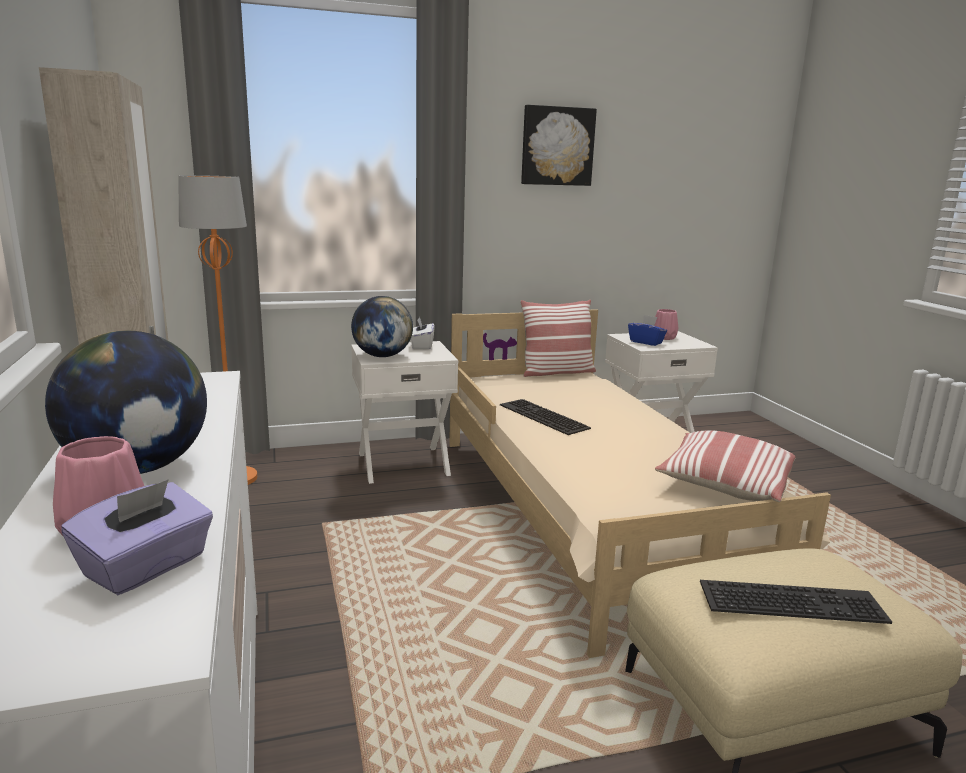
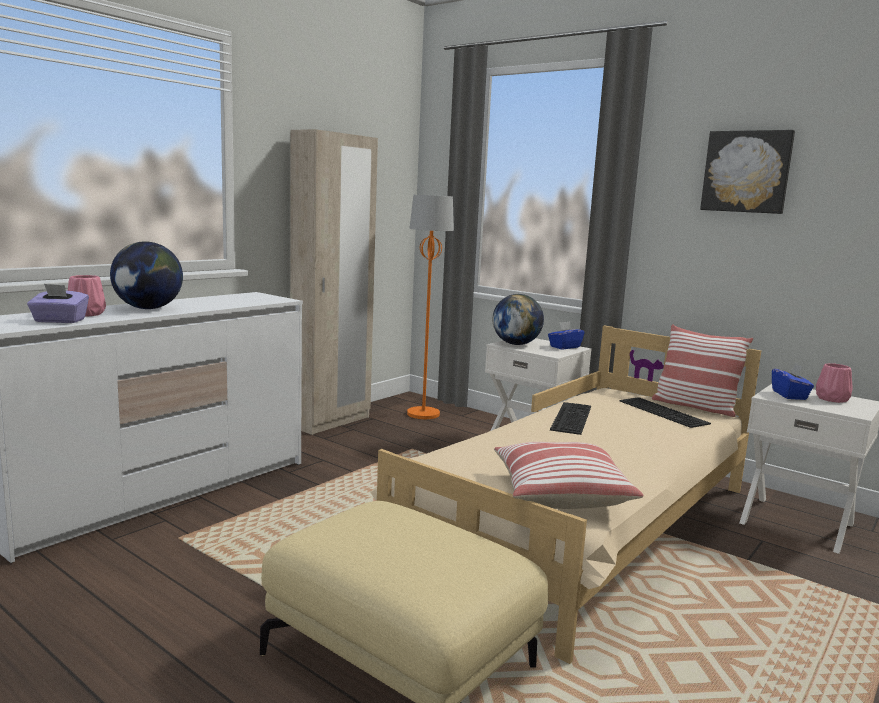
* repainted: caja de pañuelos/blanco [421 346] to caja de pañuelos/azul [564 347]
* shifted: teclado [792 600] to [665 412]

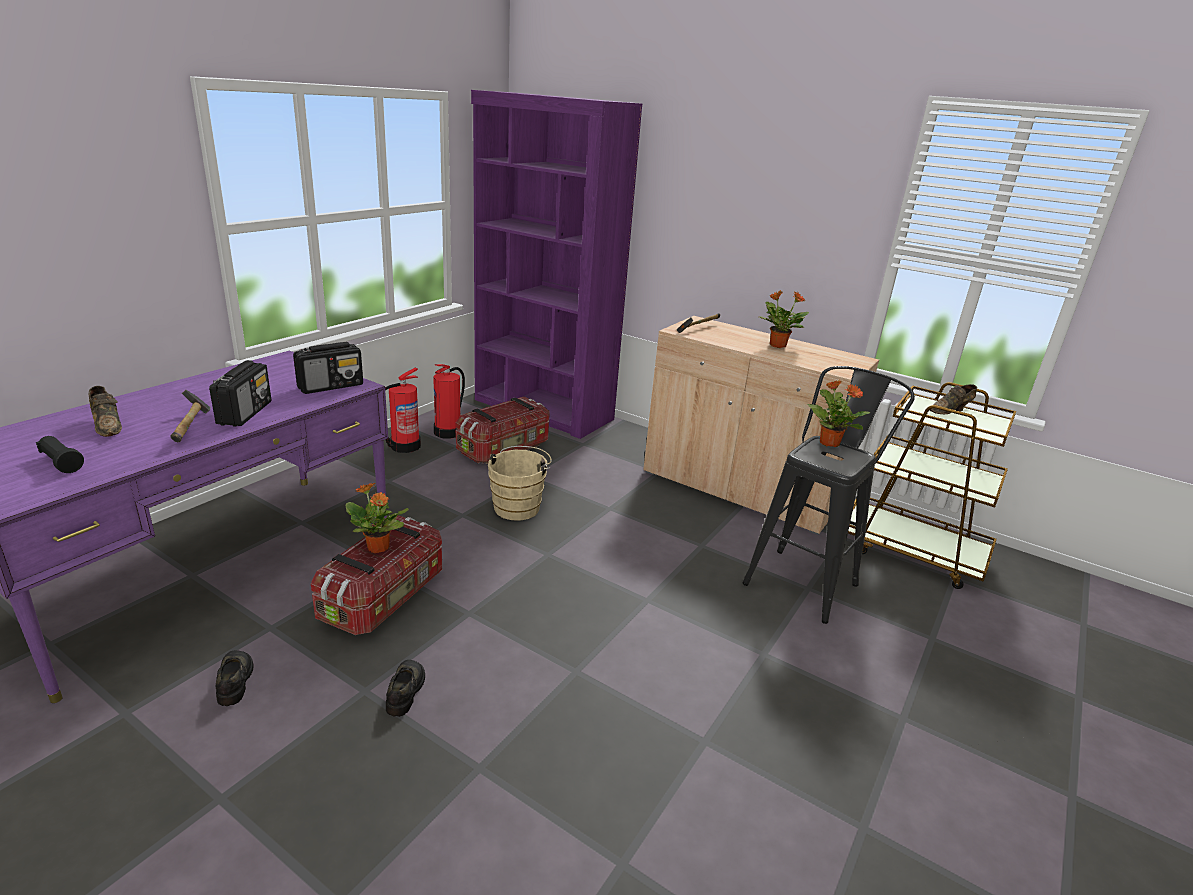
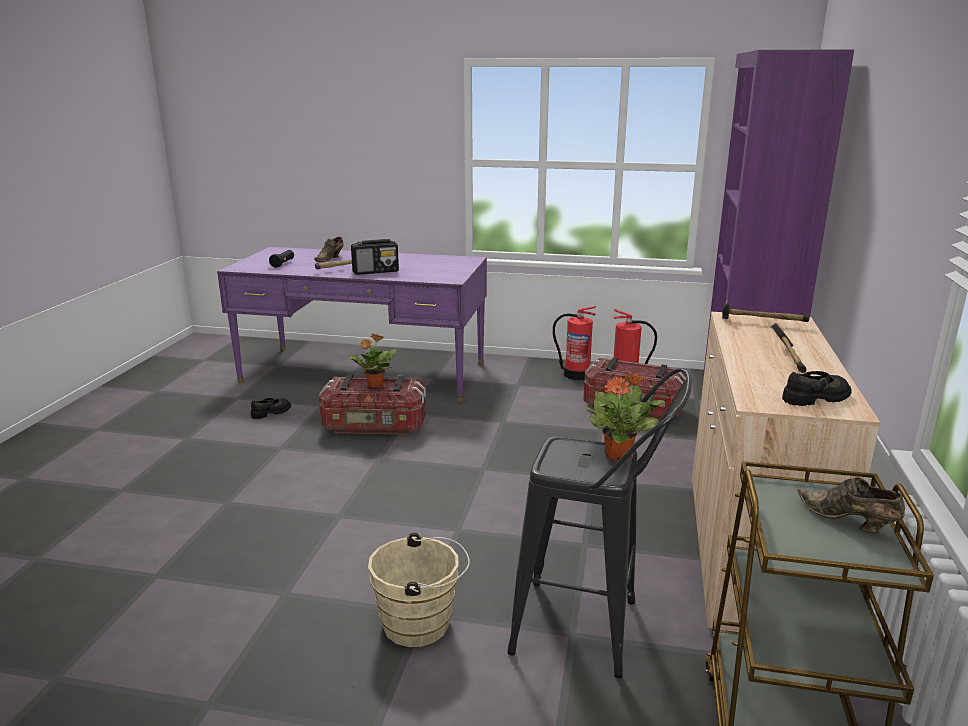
* shifted: cubo/beis [519 506] to [422 624]
* swapped: planta en maceta [777 345] to martillo [789 361]
* shifted: zapato/negro [405 691] to [817 398]
* gone: radio [331 386]

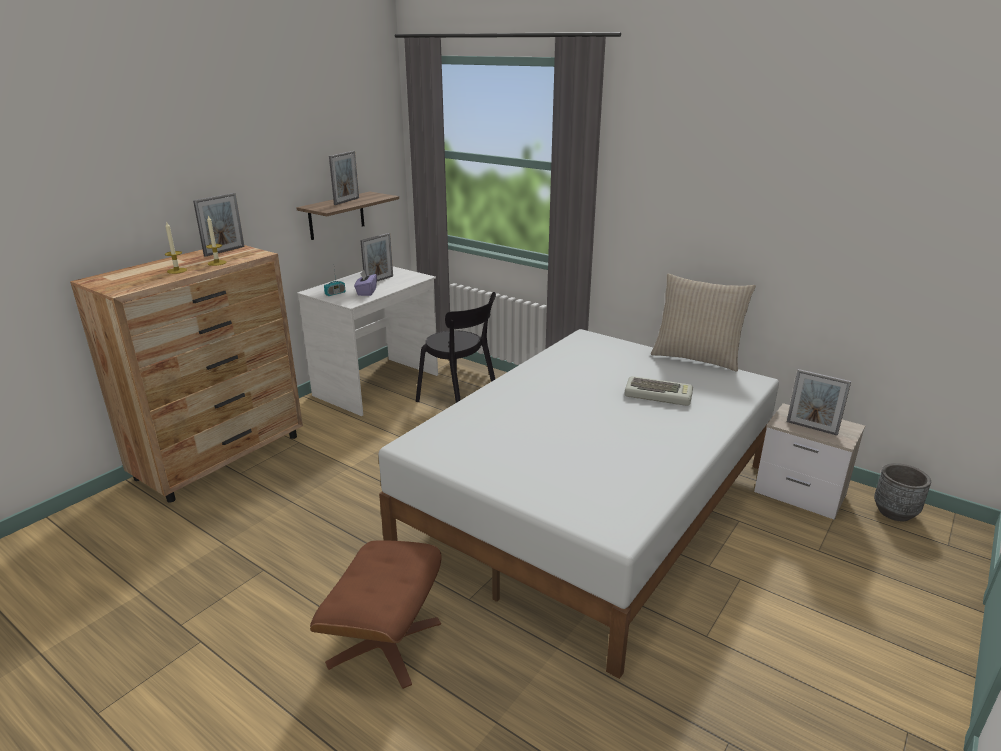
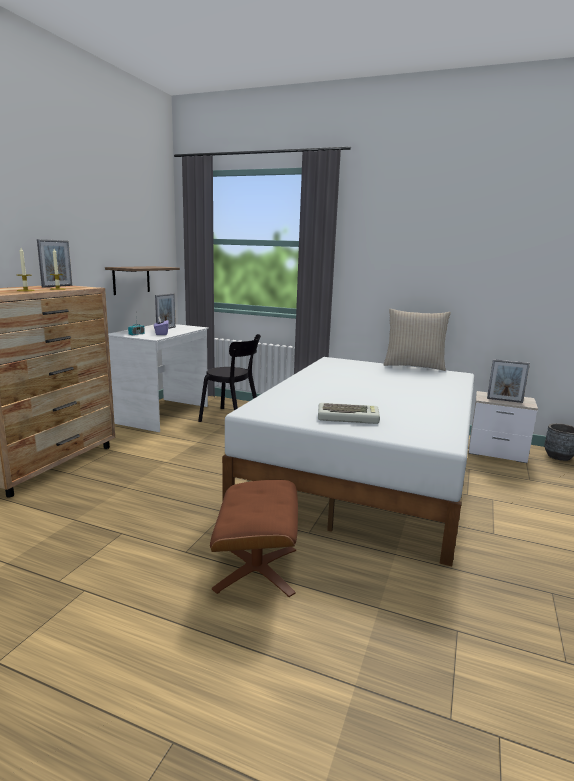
* shifted: teclado [658 395] to [348 418]
* gone: portarretratos [346 201]

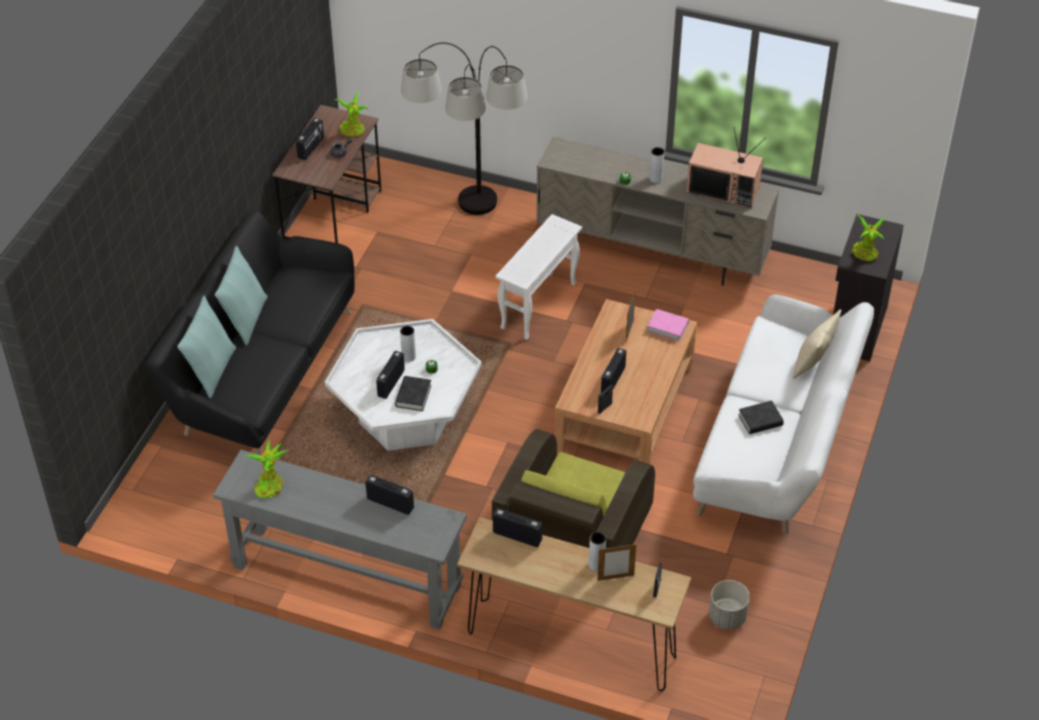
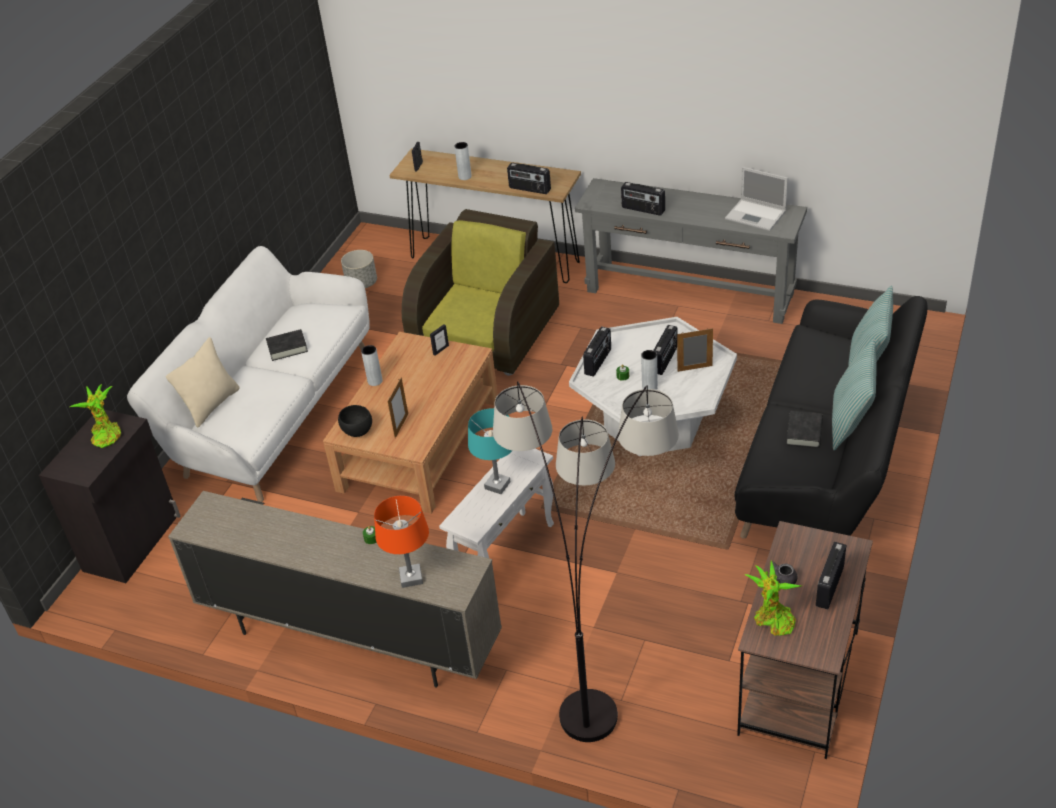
* swapped: libro/rosa [667 327] to cuenco/negro [357 432]
* shifted: florero/gris [655 178] to [375 381]
* new: lámpara de mesa/naranja [411 577]
* new: lámpara de mesa/turquesa [497 485]
* shifted: radio [612 380] to [598 362]
* shifted: portarretratos [615 577] to [694 368]
* swapped: planta en maceta [269 485] to portátil [756 215]
* shifted: libro/negro [413 396] to [804 432]
* gone: televisor [724 190]

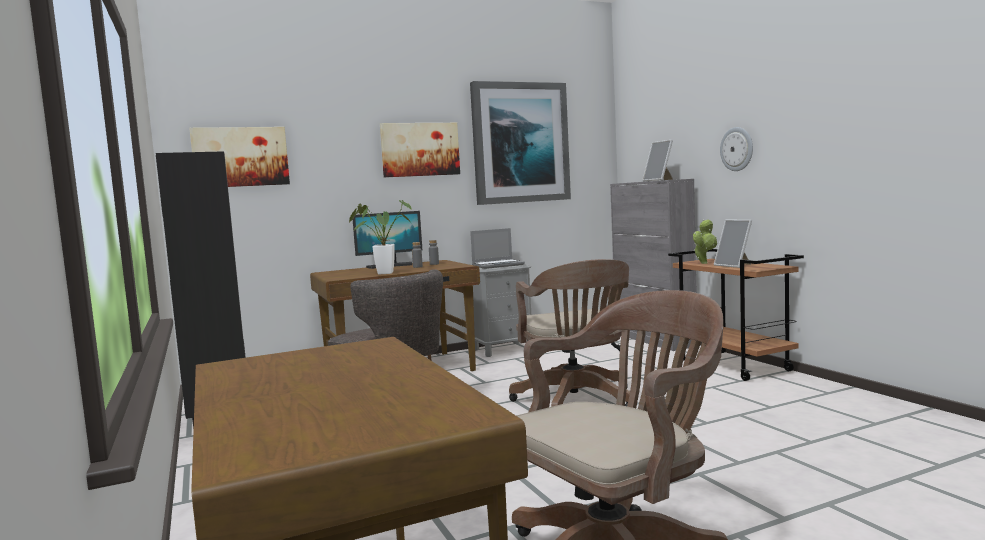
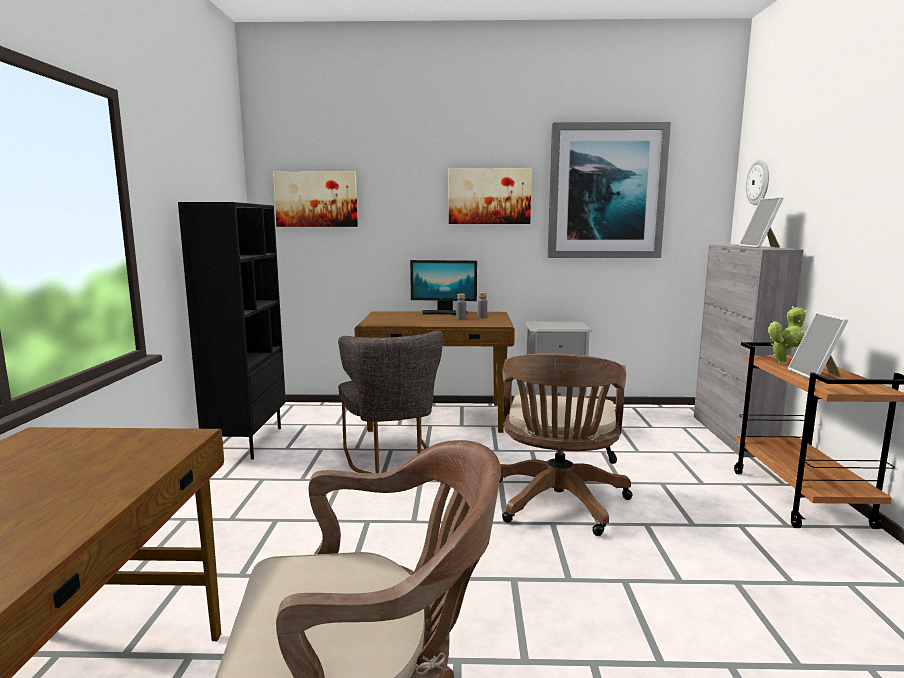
* shifted: reloj de pared [737 149] to [758 182]
* gone: planta en maceta [381 273]
* gone: portátil [498 265]

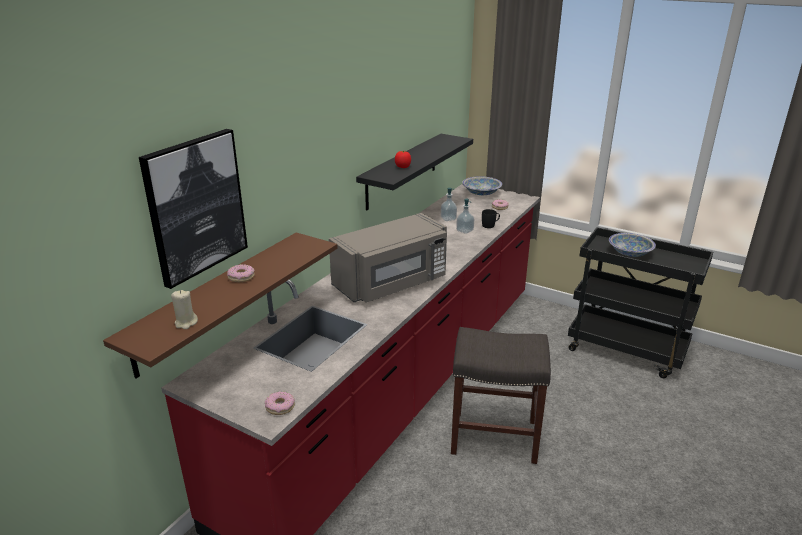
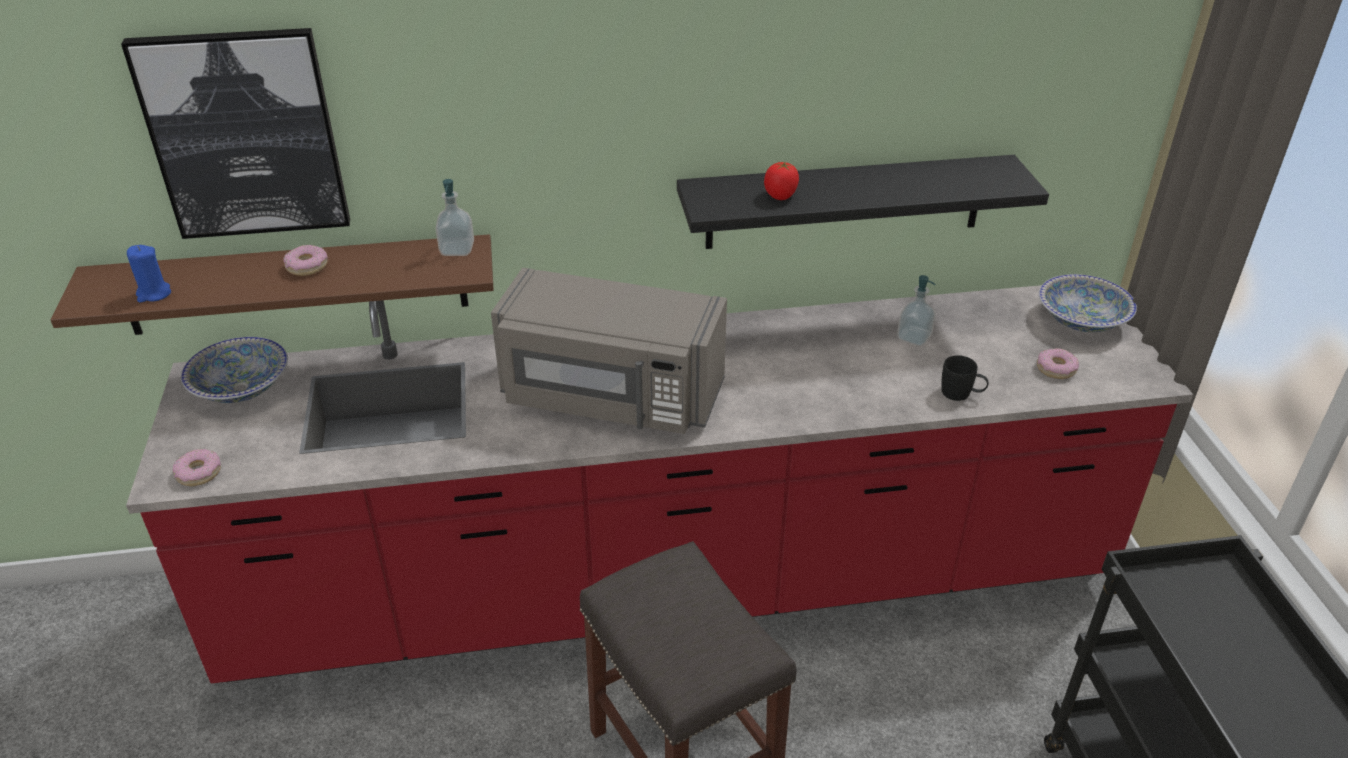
* repainted: vela/beis [186 323] to vela/azul [154 294]
* shifted: cuenco [630 253] to [241 388]
* shifted: dispensador de jabón [464 230] to [457 249]

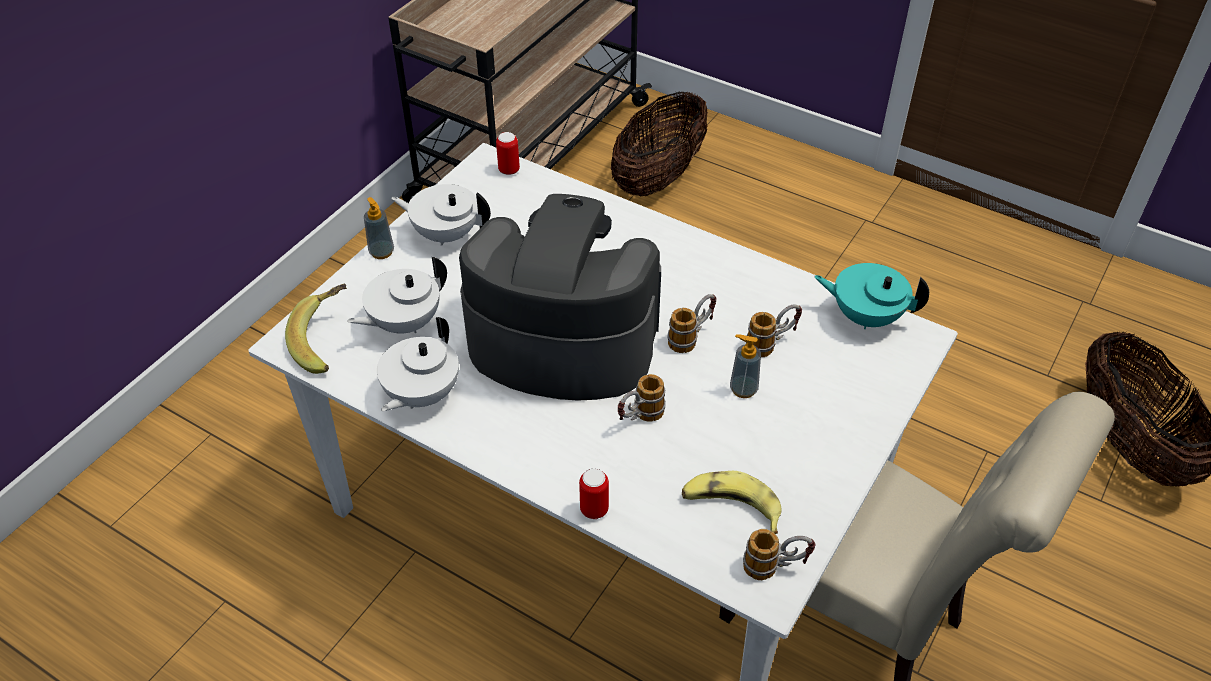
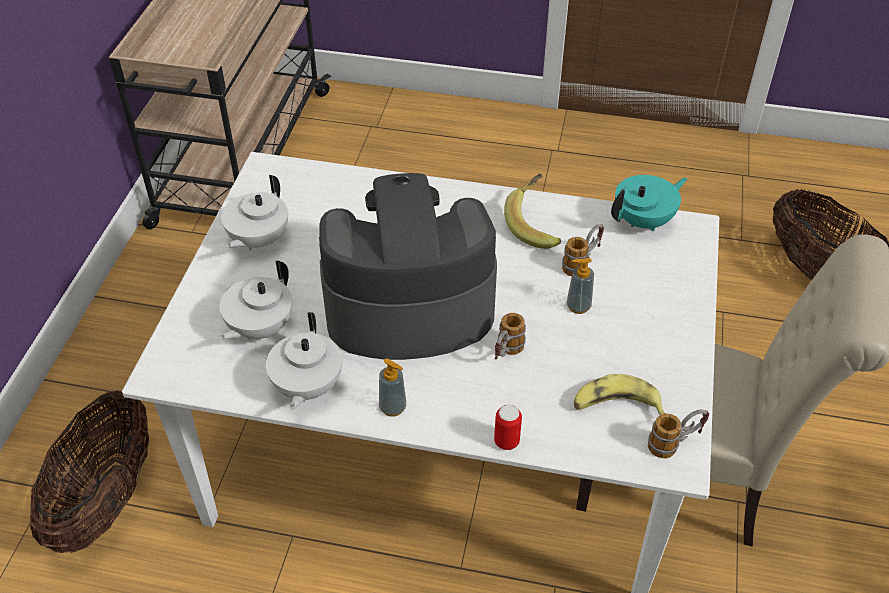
* shifted: cesta [658 177] to [106 499]
* rotated: tetera/blanco [445 234] = [258 240] 60 degrees counterclockwise
* shifted: dispensador de jabón [382 252] to [393 407]
* shifted: plátano [327 342] to [536 224]
* rotated: tetera/turquesa [865 316] = [644 221] 150 degrees clockwise
* gone: lata [509 170]
* gone: taza grande [691 337]

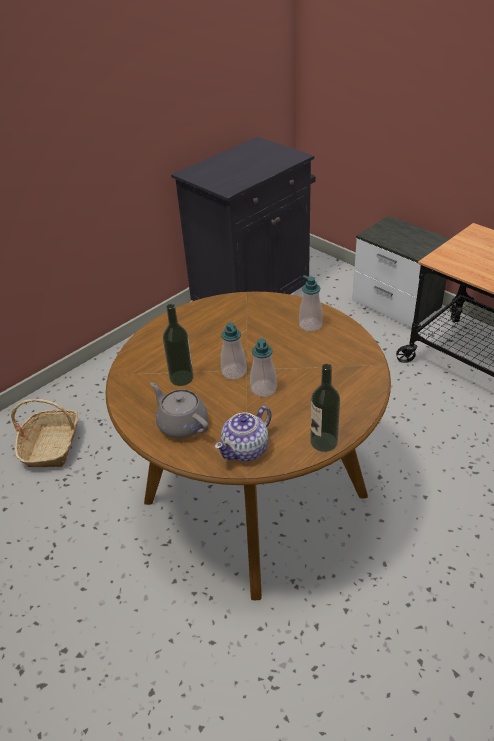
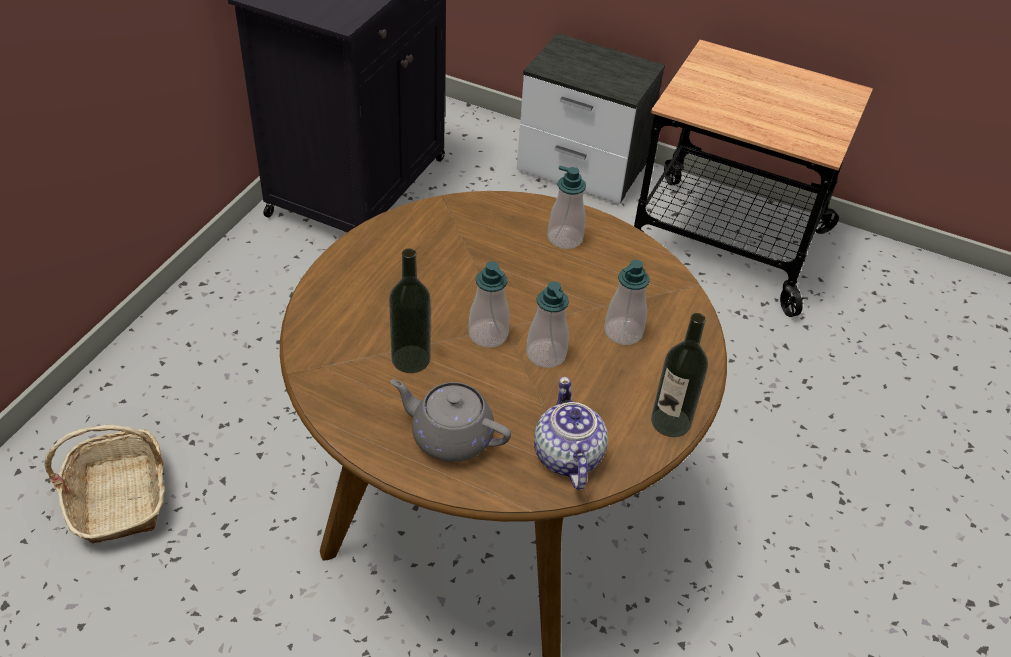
* rotated: tetera [246 449] = [567 457] 150 degrees clockwise
* new: dispensador de jabón [623 332]

